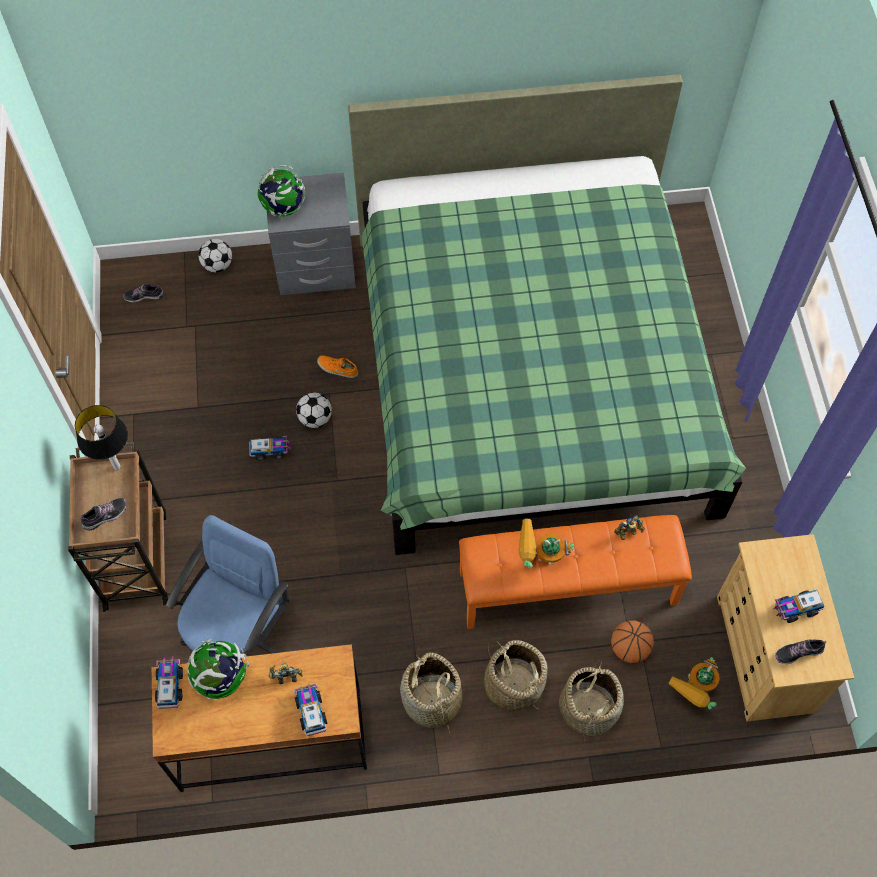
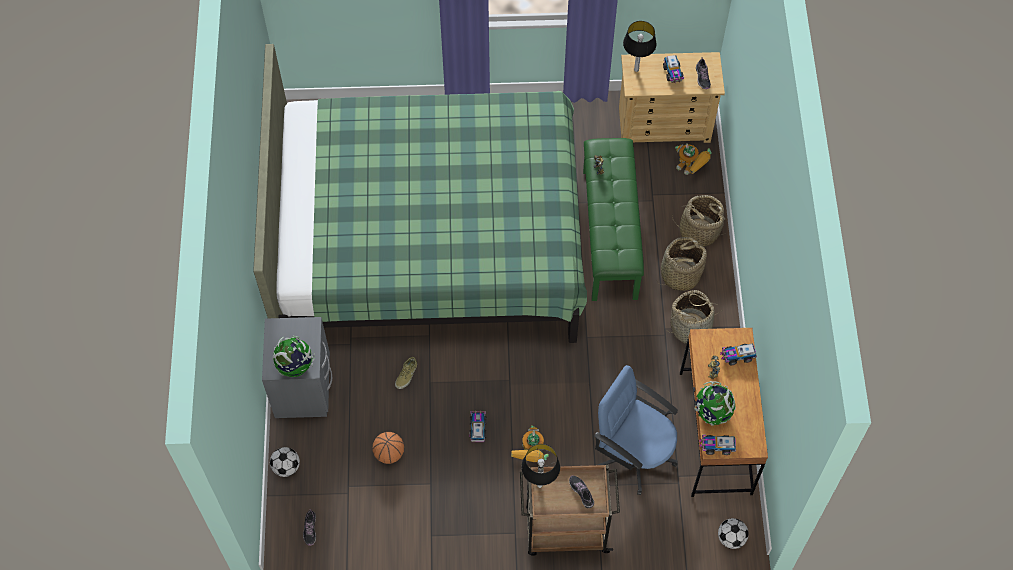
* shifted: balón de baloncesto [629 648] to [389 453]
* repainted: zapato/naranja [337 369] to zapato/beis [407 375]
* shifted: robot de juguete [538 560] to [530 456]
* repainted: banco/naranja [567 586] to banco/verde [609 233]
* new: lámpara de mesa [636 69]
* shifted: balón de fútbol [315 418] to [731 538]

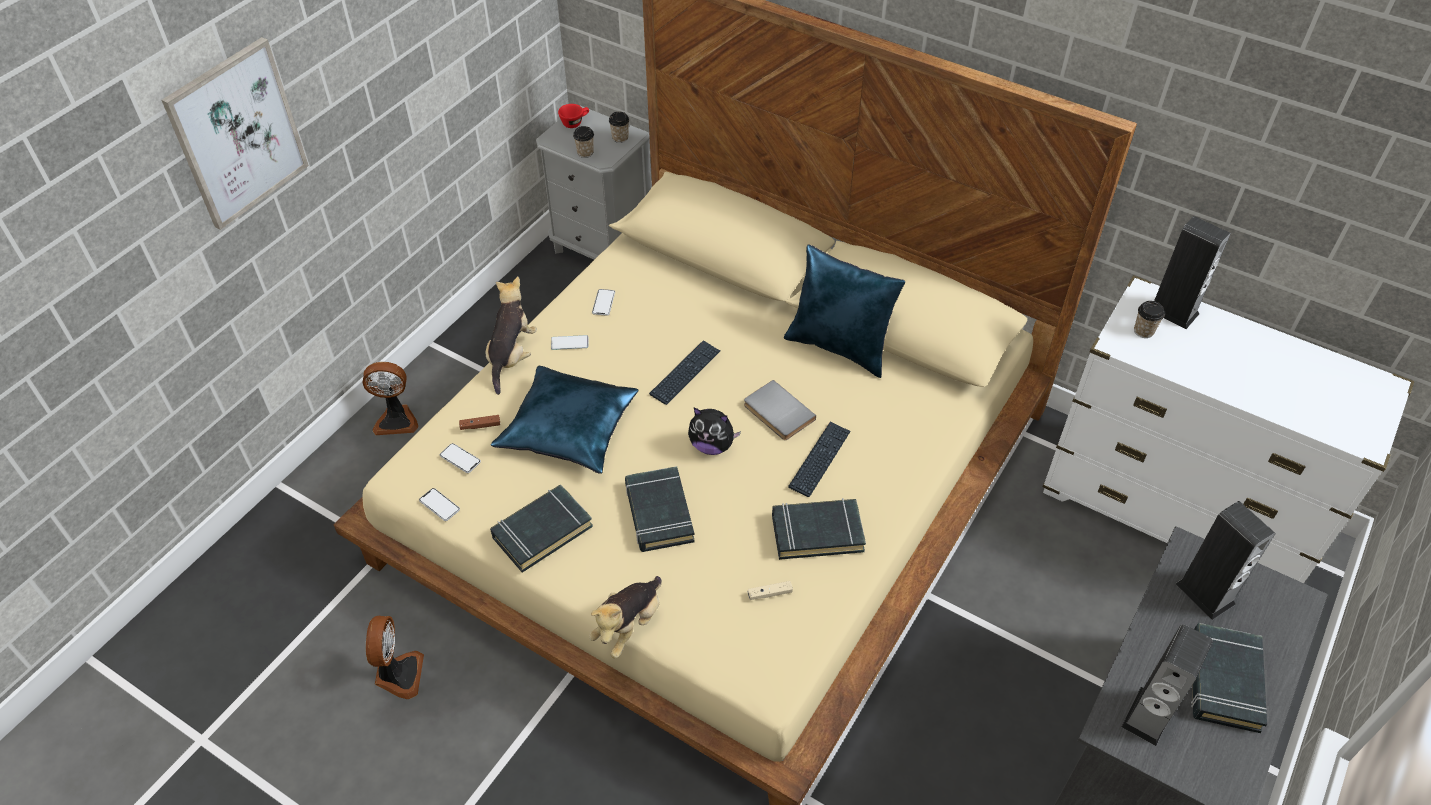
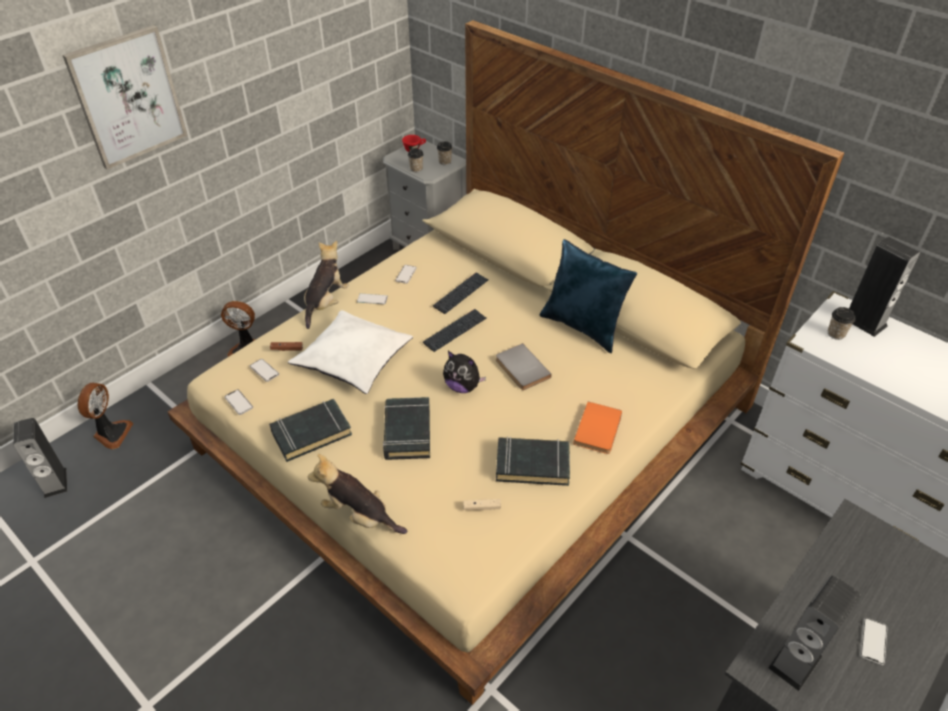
* shifted: altavoz [1205 594] to [55 482]
* shifted: ventilador [398 675] to [111 433]
* repainted: cojín/azul [569 429] to cojín/blanco [354 360]
* rotated: peluche [629 625] = [359 515] 75 degrees clockwise
* shifted: teclado [819 460] to [461 294]
* new: libro/naranja [599 430]
* swapped: libro/negro [1224 681] to móvil [873 641]

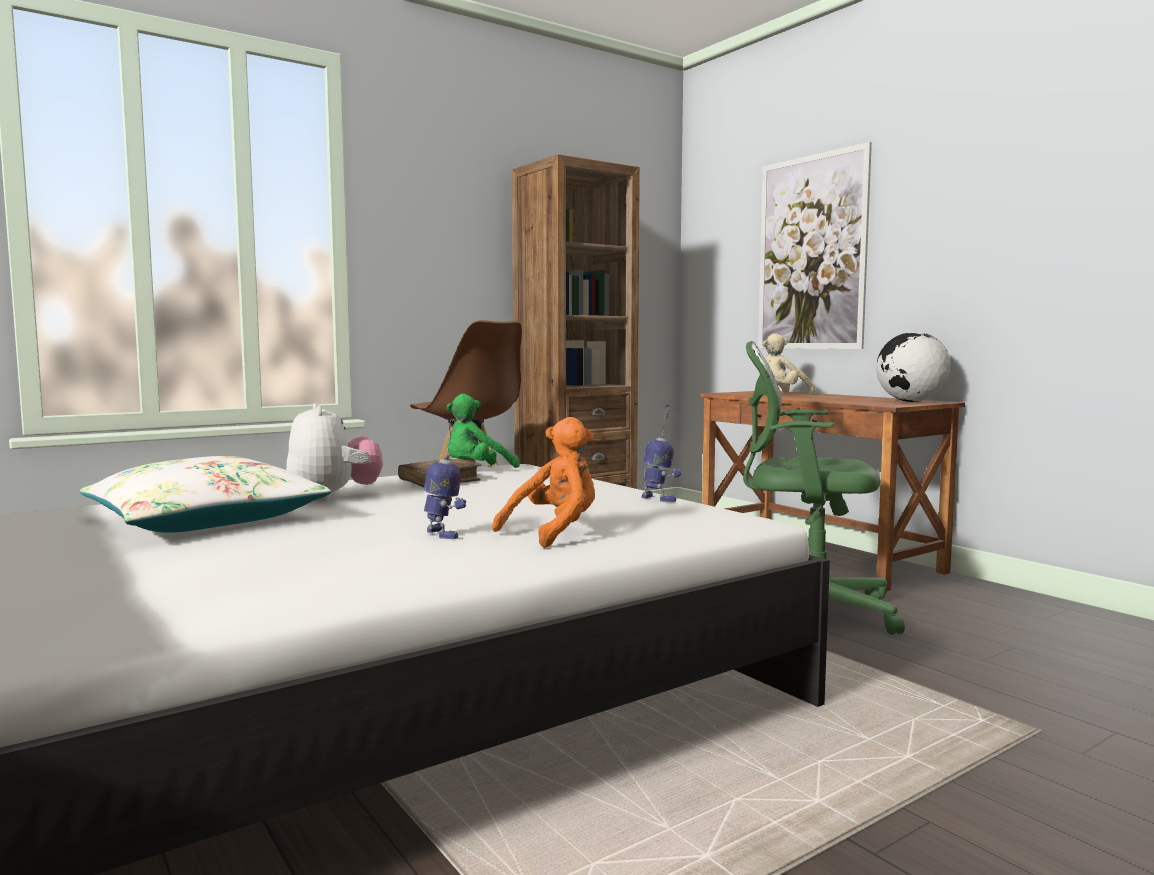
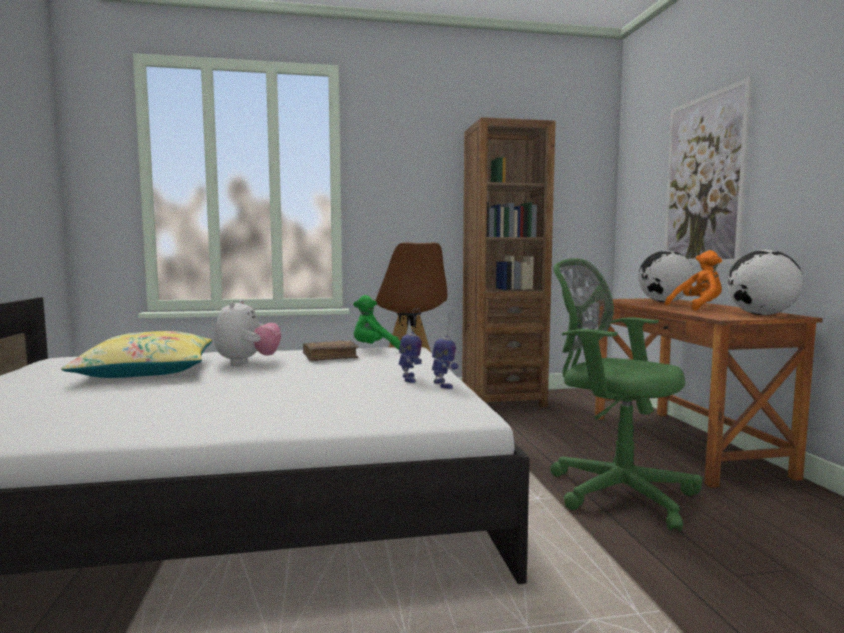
* repainted: cojín/blanco [205 520] to cojín/amarillo [147 371]
* shifted: robot de juguete [443 534] to [410 379]
* swapped: peluche/beis [781 394] to globo terráqueo [664 302]
* shifted: peluche/naranja [555 532] to [698 308]

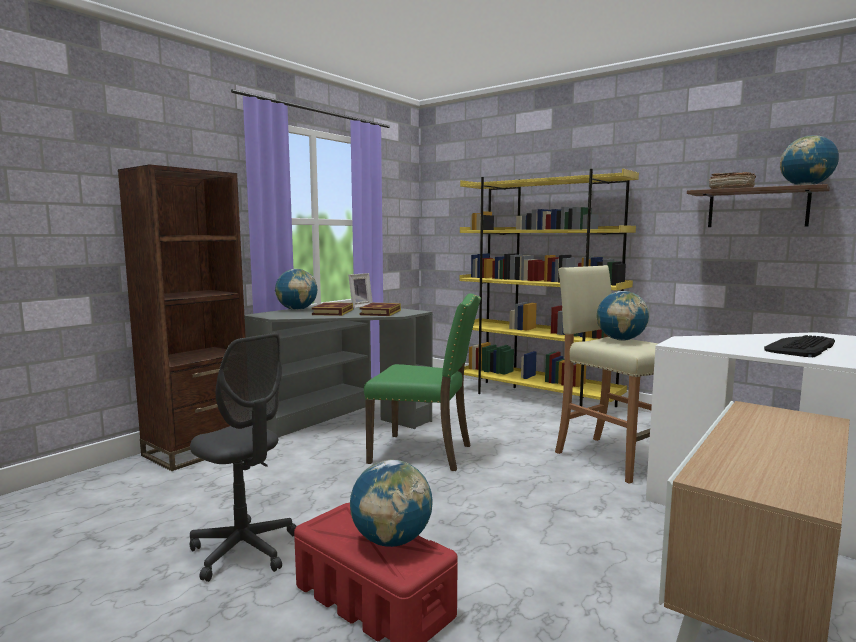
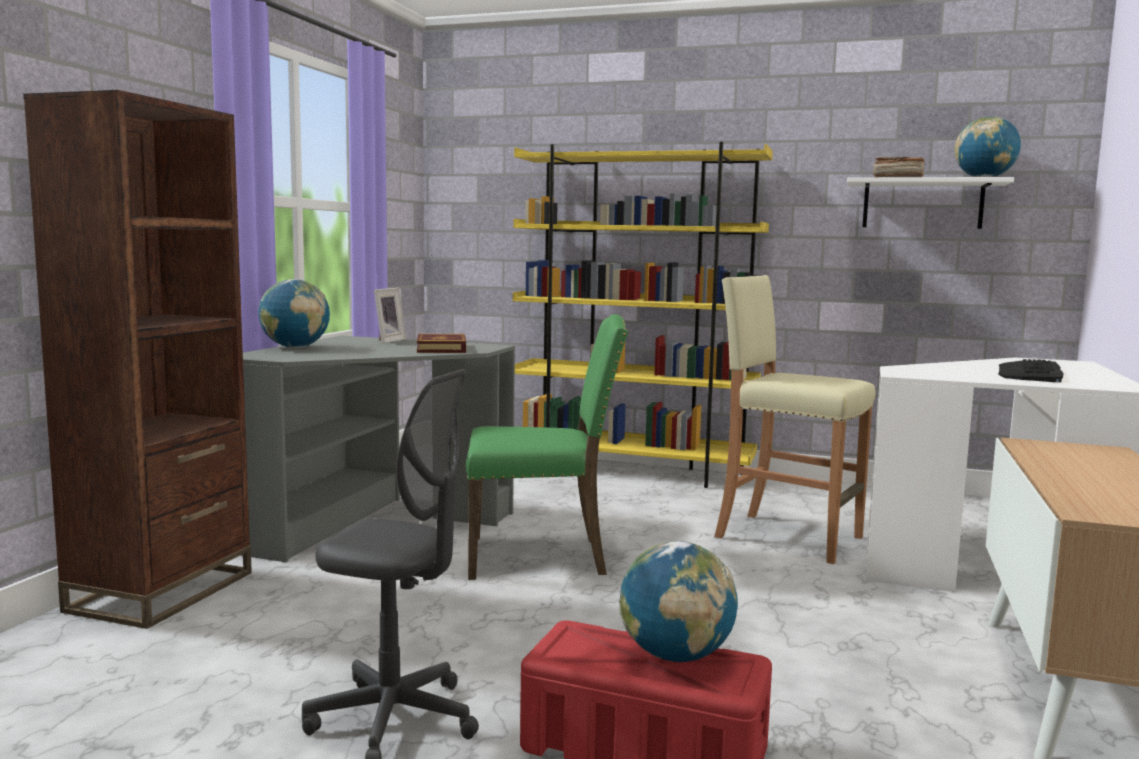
* repainted: estante/marrón [757 208] to estante/blanco [922 204]
* gone: libro [333 312]
* gone: globo terráqueo [621 340]

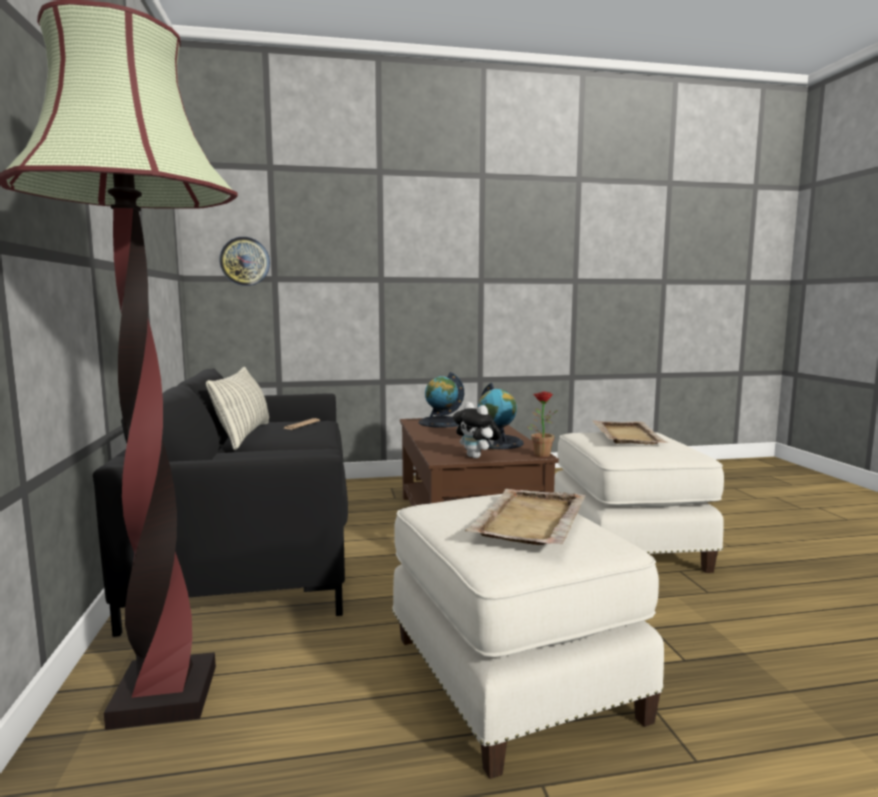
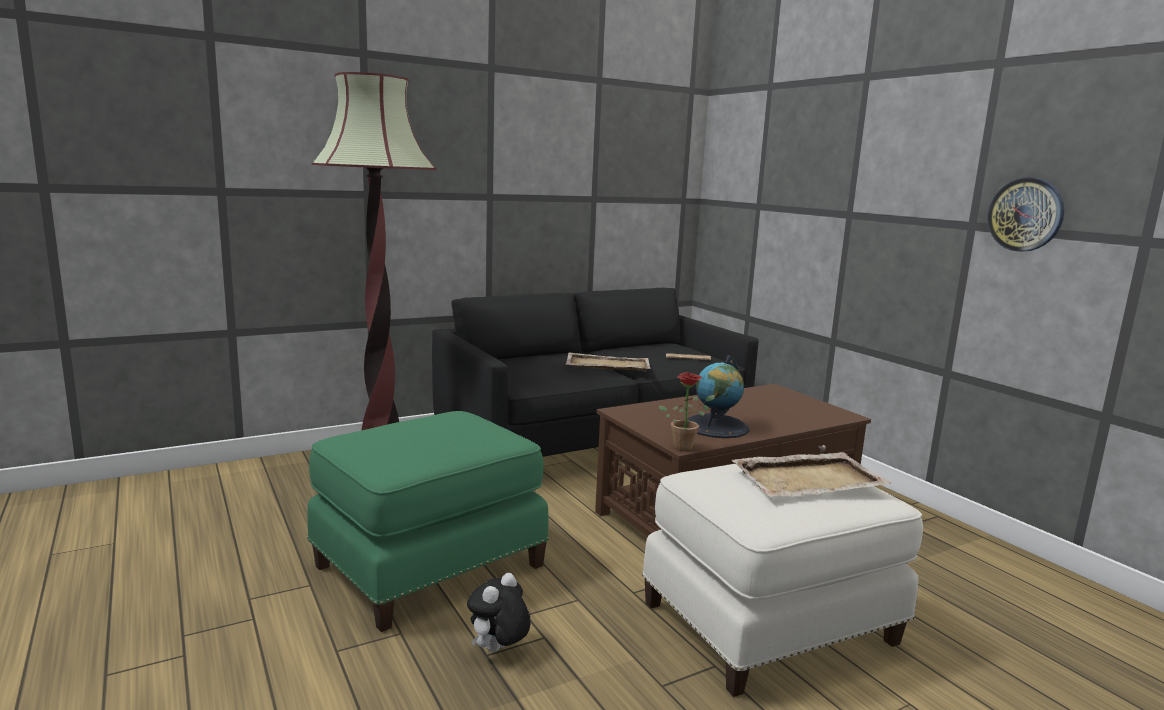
* repainted: puf/blanco [509 678] to puf/verde [428 564]
* shifted: peluche [477 457] to [498 650]
* shifted: bandeja/beis [529 520] to [607 365]
* shifted: reloj de pared [245 261] to [1025 214]
* gone: cojín [243 435]
* gone: globo terráqueo [441 422]

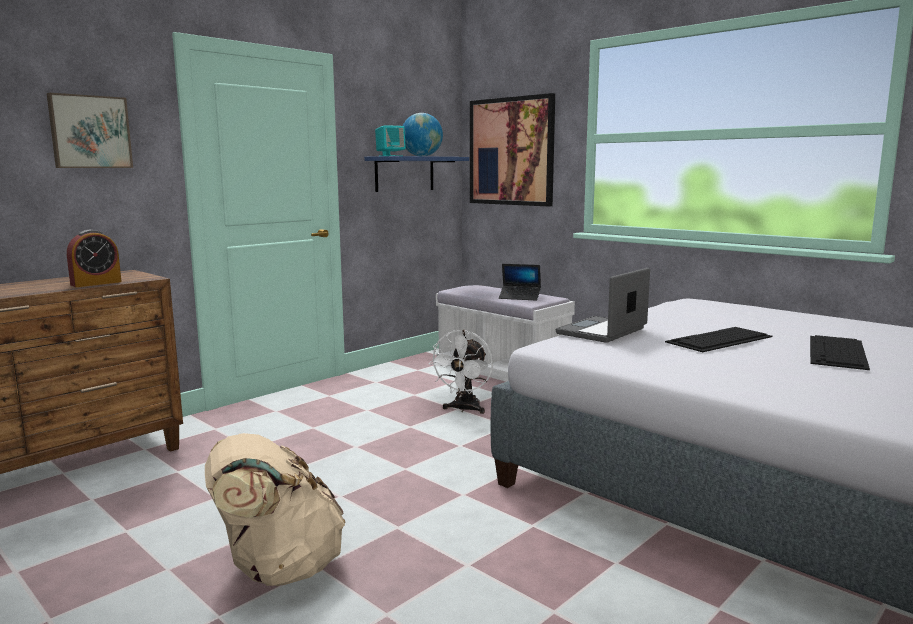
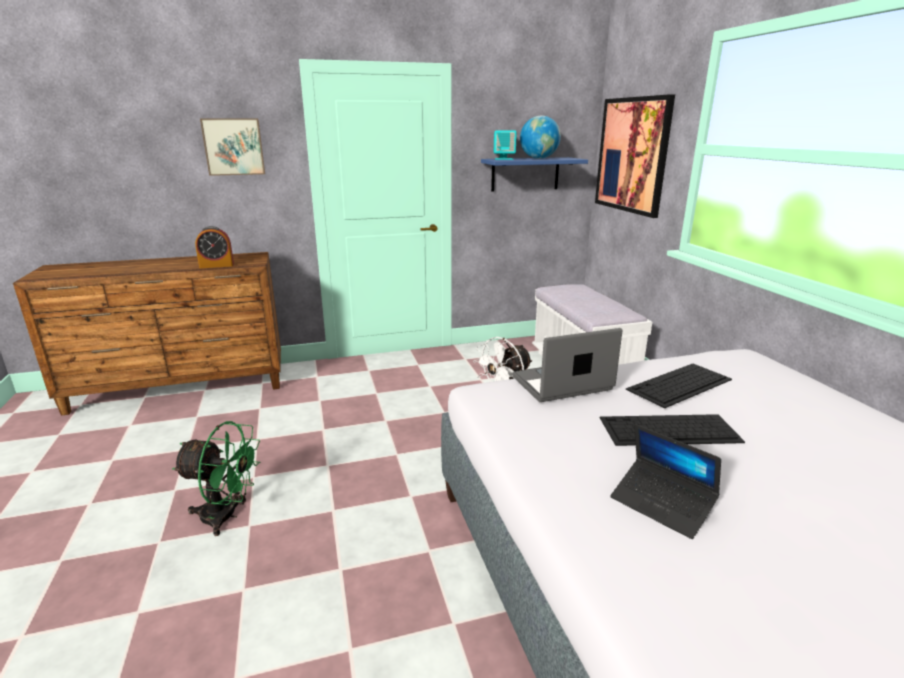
* swapped: mochila/beis [278 568] to ventilador/verde [227 516]
* shifted: portátil [520 297] to [662 504]
* shifted: teclado [837 352] to [679 385]

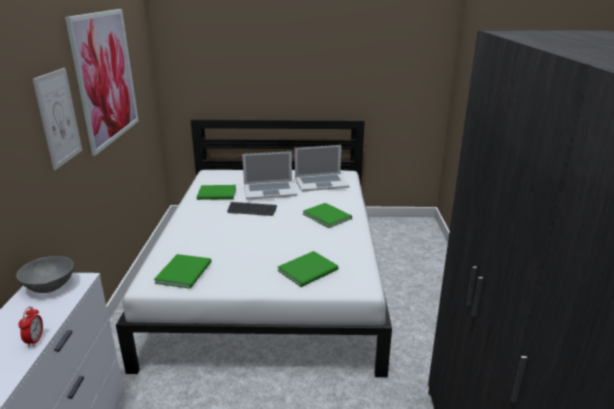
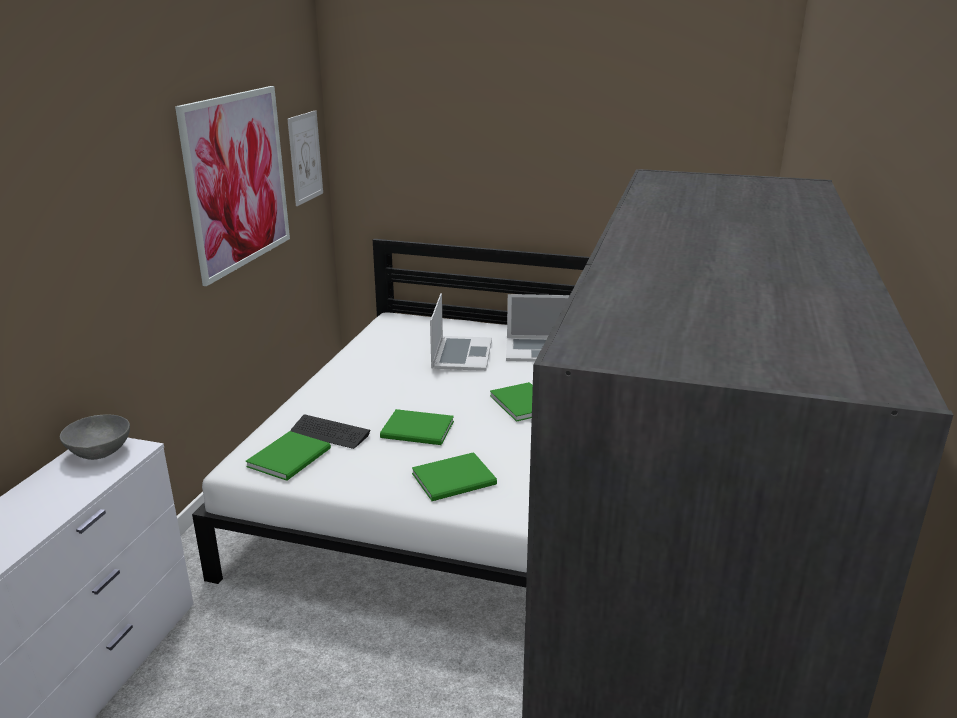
* shifted: cuadro [58 118] to [305 157]
* shifted: teclado [252 210] to [329 433]
* shifted: libro/verde [218 194] to [419 430]
* rotated: portátil [270 190] = [461 353] 90 degrees counterclockwise
* gone: despertador [35 340]

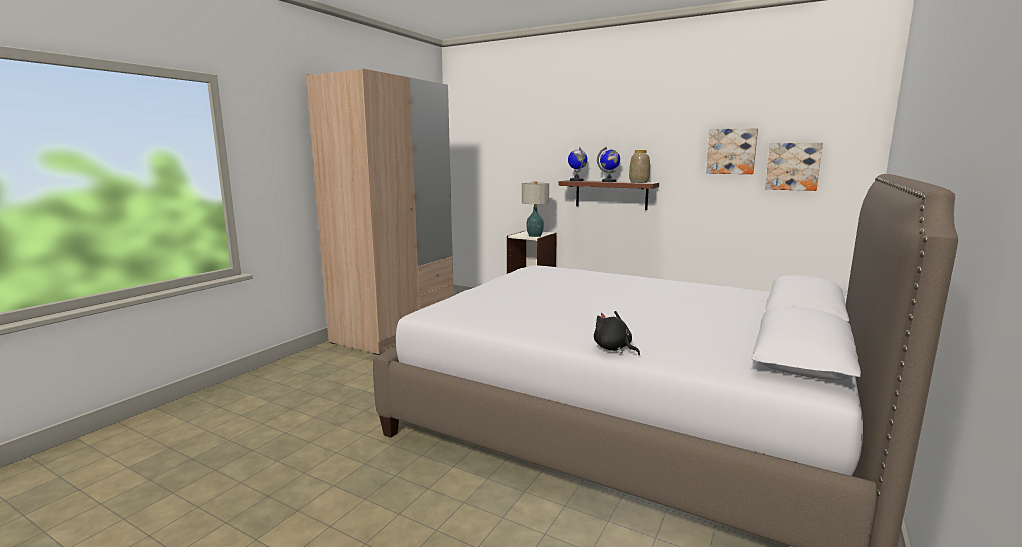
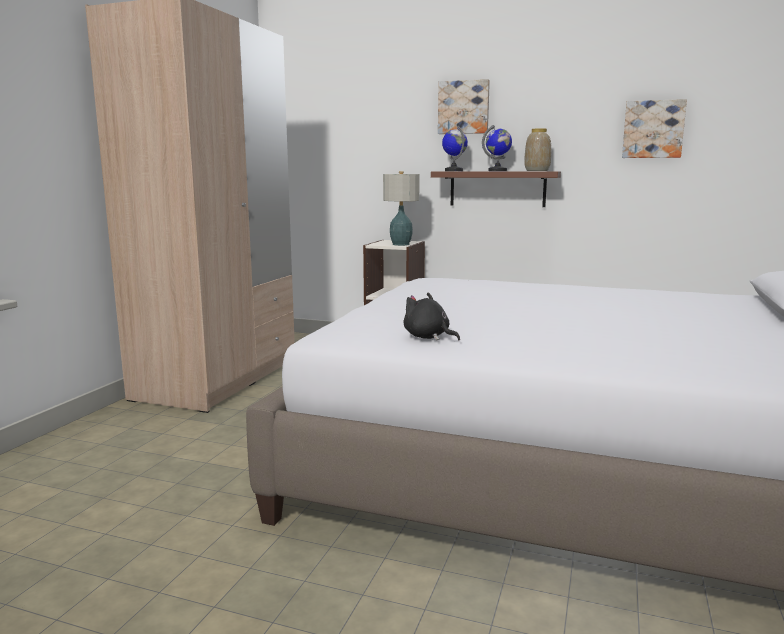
* shifted: peluche/negro [614 348] to [428 337]
* shifted: cuadro [793 166] to [463 107]

